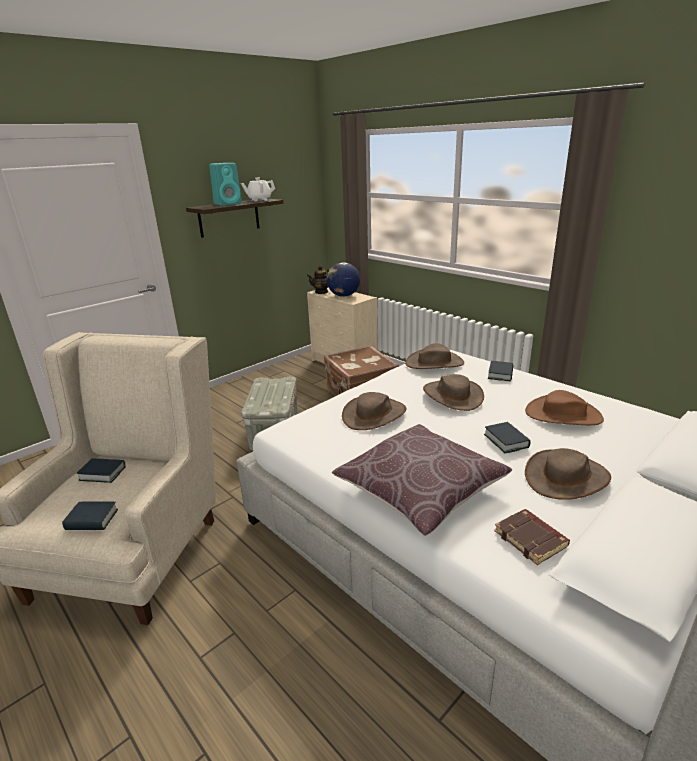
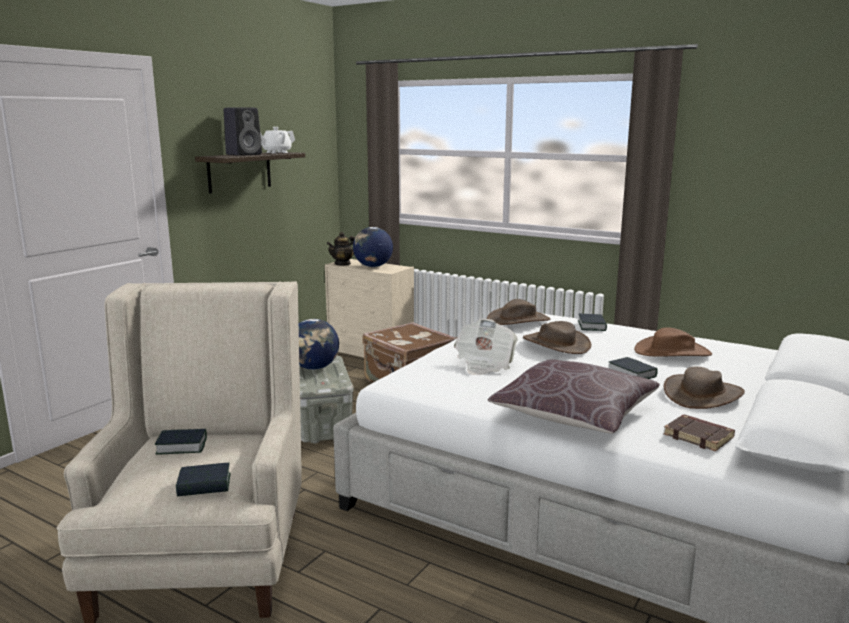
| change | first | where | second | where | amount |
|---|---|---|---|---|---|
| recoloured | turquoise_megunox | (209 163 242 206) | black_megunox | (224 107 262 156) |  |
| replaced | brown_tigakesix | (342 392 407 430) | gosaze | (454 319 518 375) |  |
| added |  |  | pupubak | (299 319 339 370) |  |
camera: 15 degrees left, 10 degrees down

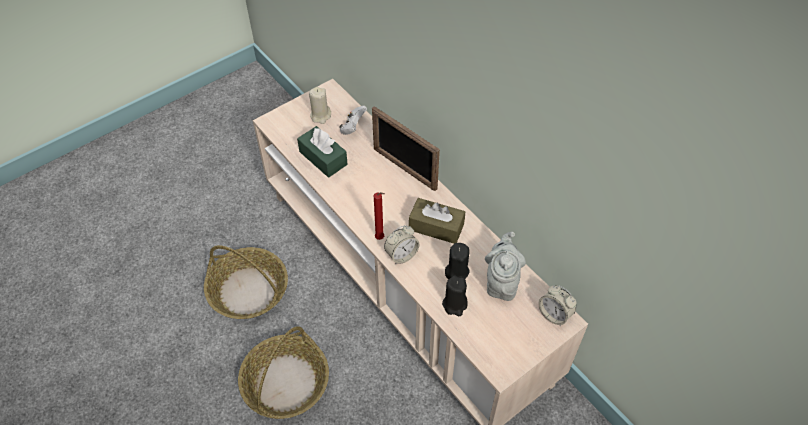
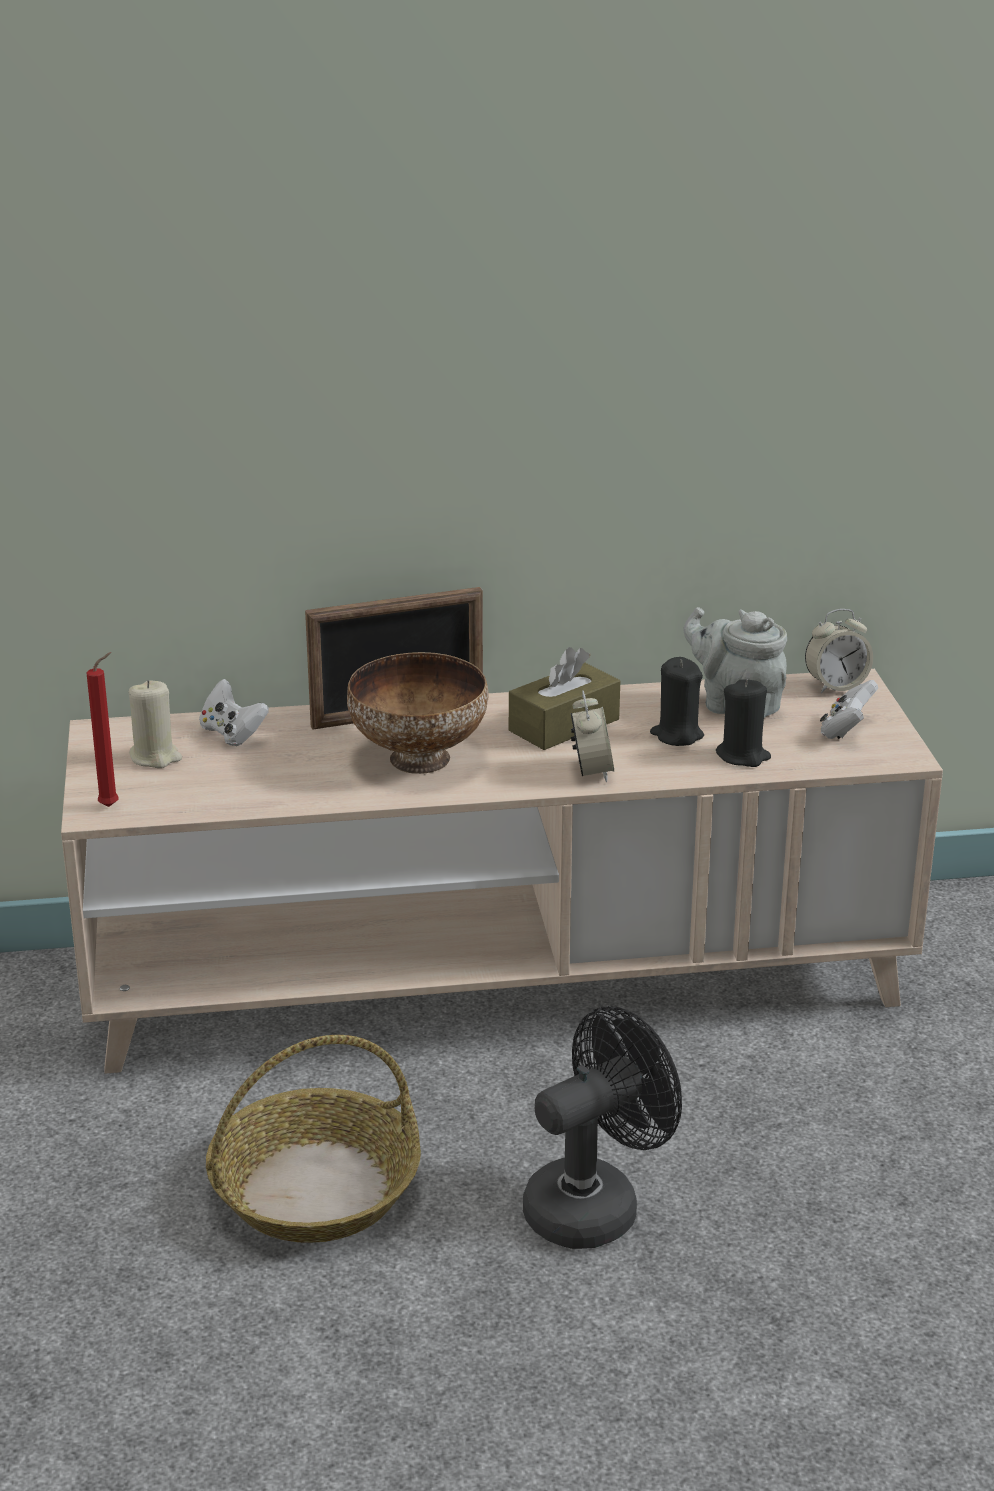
| change | first | where | second | where | amount |
|---|---|---|---|---|---|
| replaced | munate | (238 326 329 419) | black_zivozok | (523 1006 682 1249) |  |
| removed | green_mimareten | (297 126 348 178) |  |  |  |
| moved | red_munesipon | (374 192 385 240) |  | (87 652 118 807) |  |
| added |  |  | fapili | (347 652 489 774) |  |
| added |  |  | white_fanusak | (820 680 878 739) |  |
camera: 60 degrees left, 25 degrees down

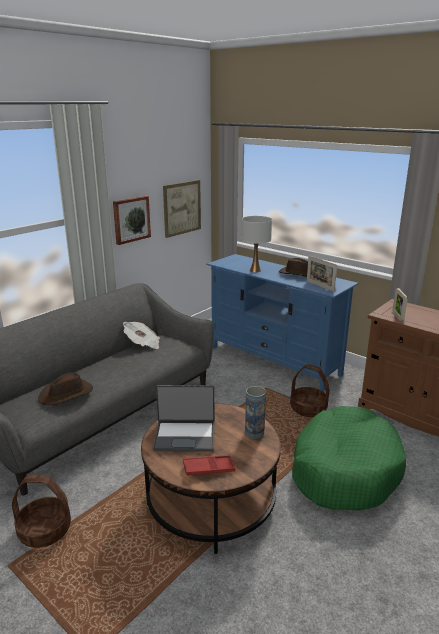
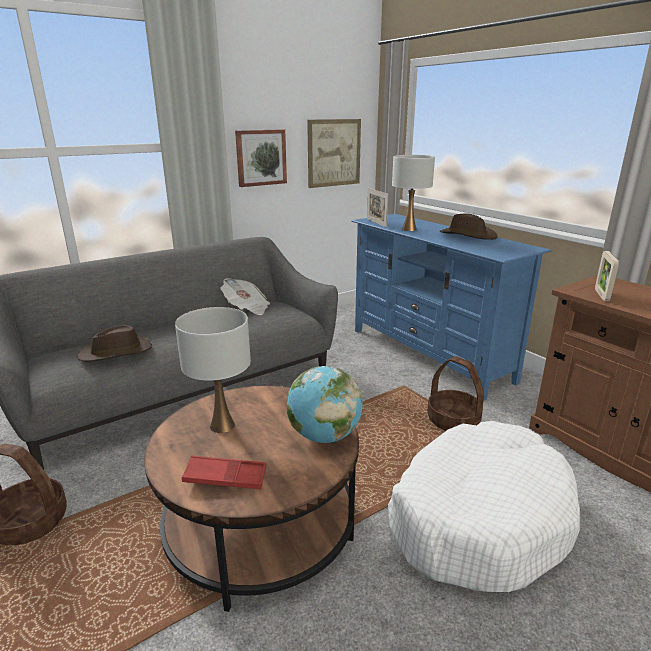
| change | first | where | second | where | amount |
|---|---|---|---|---|---|
| replaced | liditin | (153 385 215 452) | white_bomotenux | (175 307 251 433) |  |
| replaced | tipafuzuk | (245 386 266 439) | pupubak | (287 366 363 443) |  |
| recoloured | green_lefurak | (292 406 406 510) | white_lefurak | (388 421 580 592) |  |
| moved | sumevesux | (307 256 337 292) |  | (367 188 388 228) |  |
camera: 15 degrees right, 0 degrees up

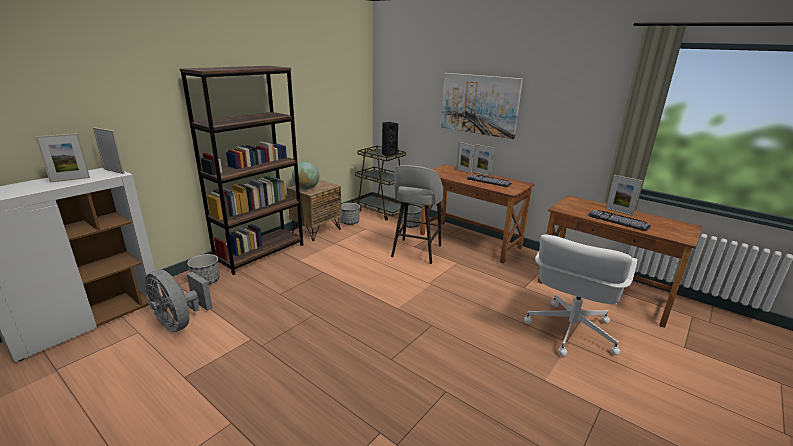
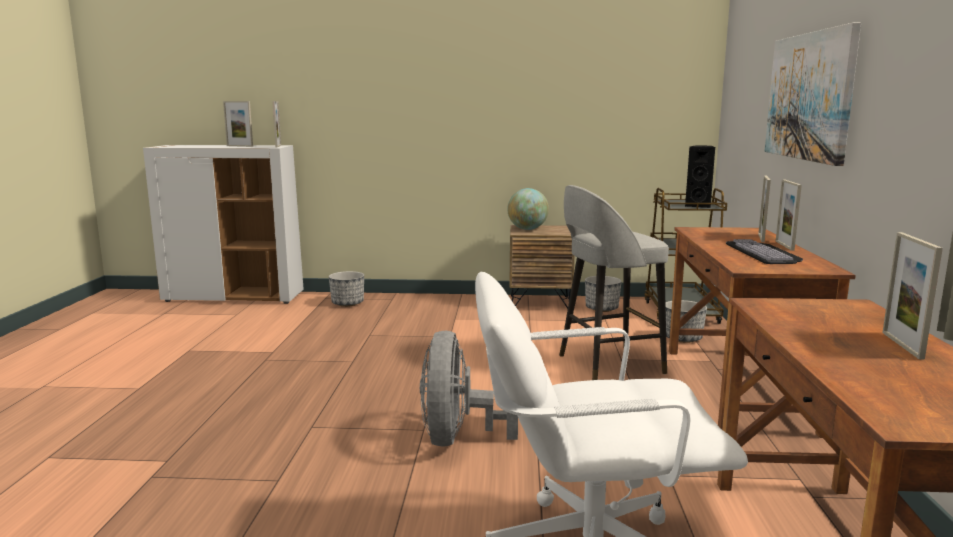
| change | first | where | second | where | amount |
|---|---|---|---|---|---|
| moved | grey_zivozok | (145 270 213 332) |  | (420 330 518 447) |  |
| removed | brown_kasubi | (180 66 303 275) |  |  |  |
| removed | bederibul | (588 210 651 231) |  |  |  |
camera: 55 degrees right, 10 degrees down

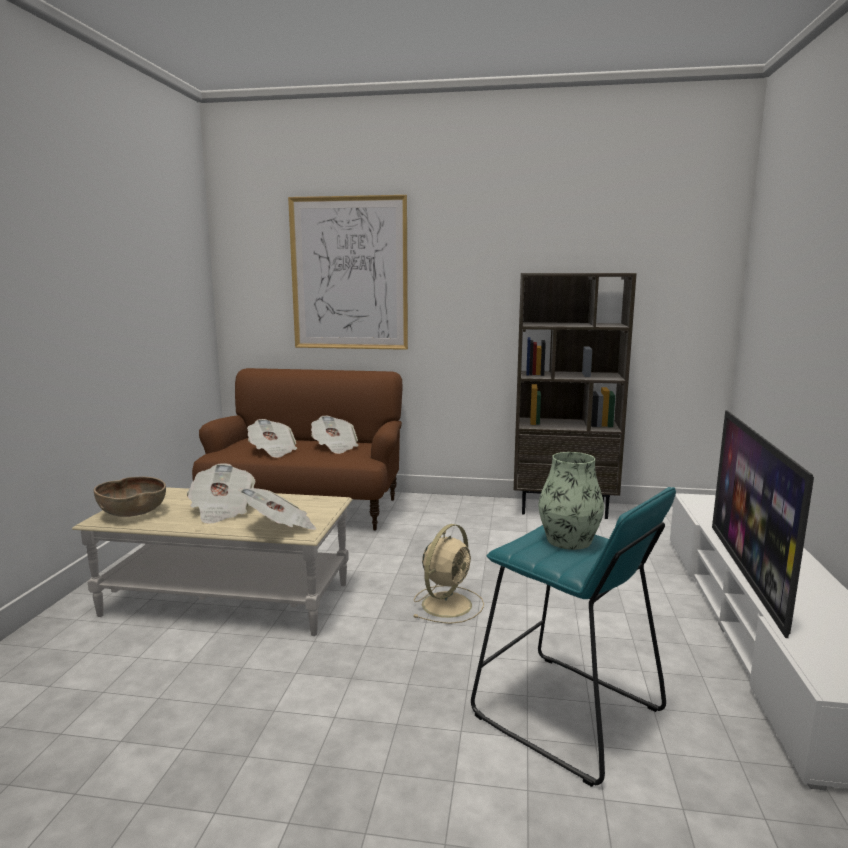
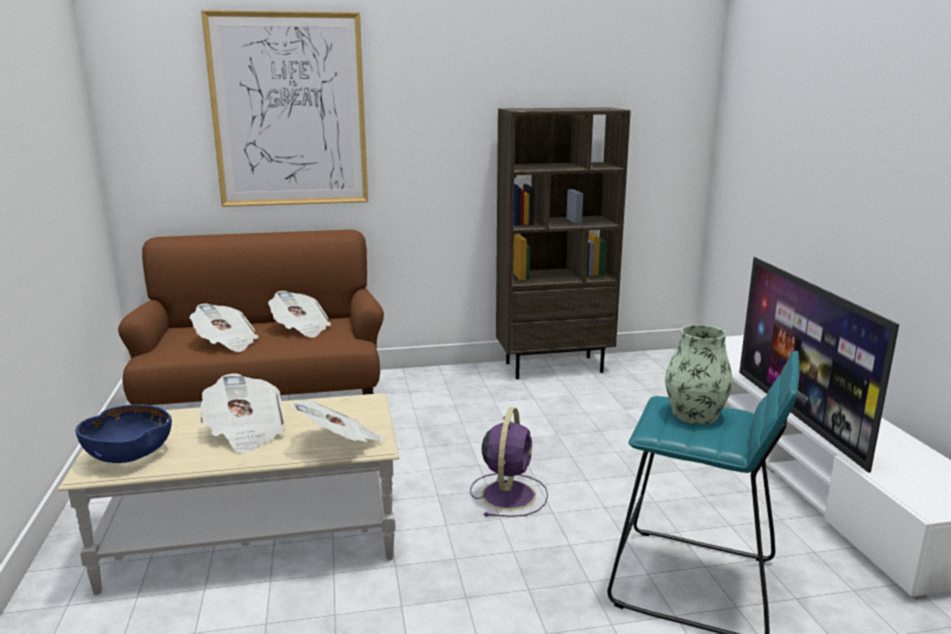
| change | first | where | second | where | amount |
|---|---|---|---|---|---|
| recoloured | brown_fapili | (94 477 166 517) | blue_fapili | (75 404 172 463) |  |
| recoloured | beige_zivozok | (414 524 484 624) | purple_zivozok | (470 407 548 517) |  |
camera: 20 degrees left, 5 degrees up

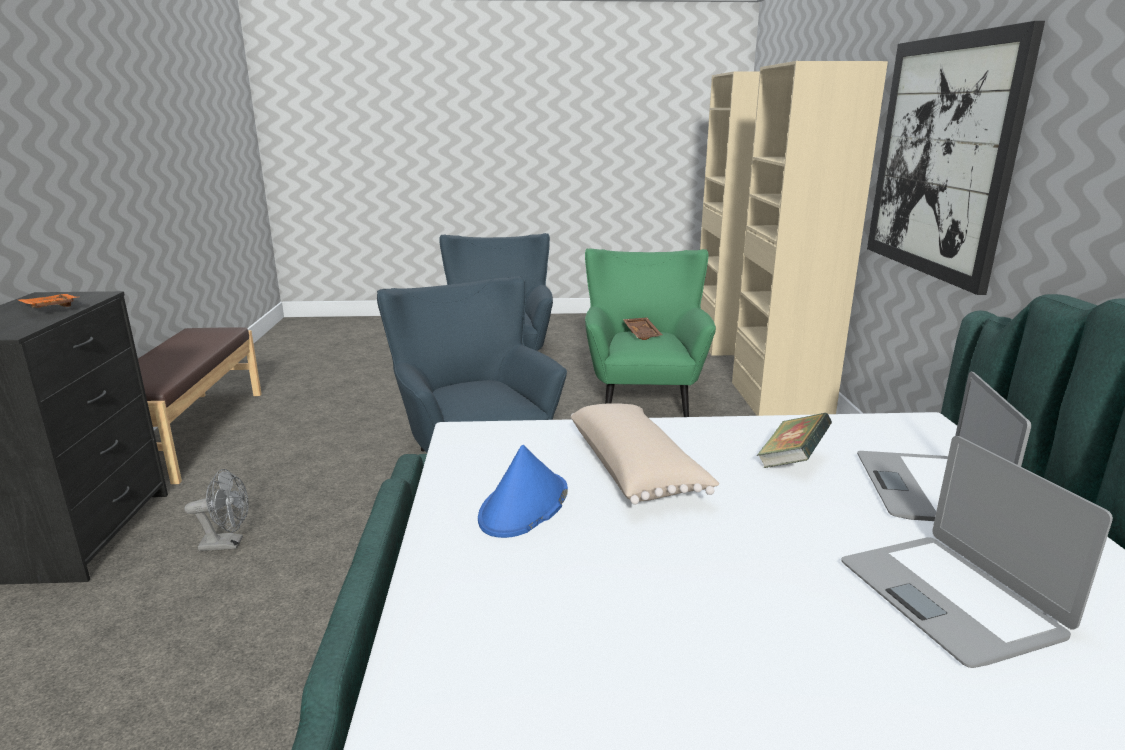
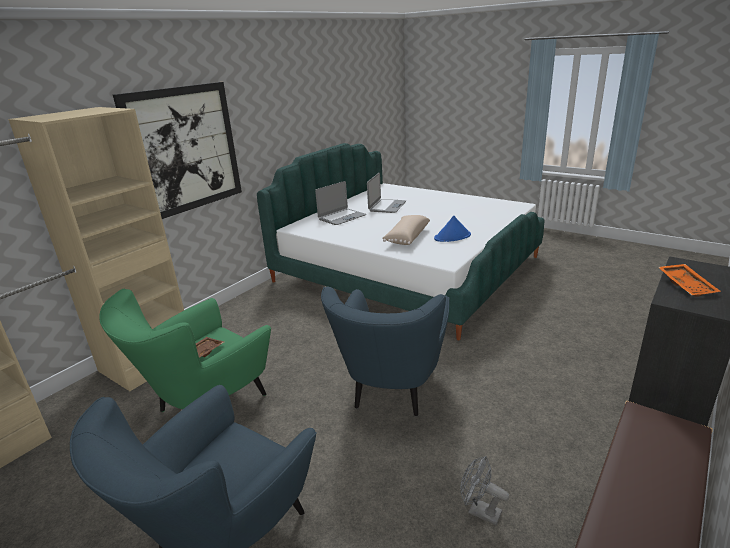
| change | first | where | second | where | amount |
|---|---|---|---|---|---|
| moved | grey_zivozok | (184 469 249 551) |  | (460 456 509 526) |  |
| removed | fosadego | (757 413 832 468) |  |  |  |
camera: 140 degrees left, 5 degrees up

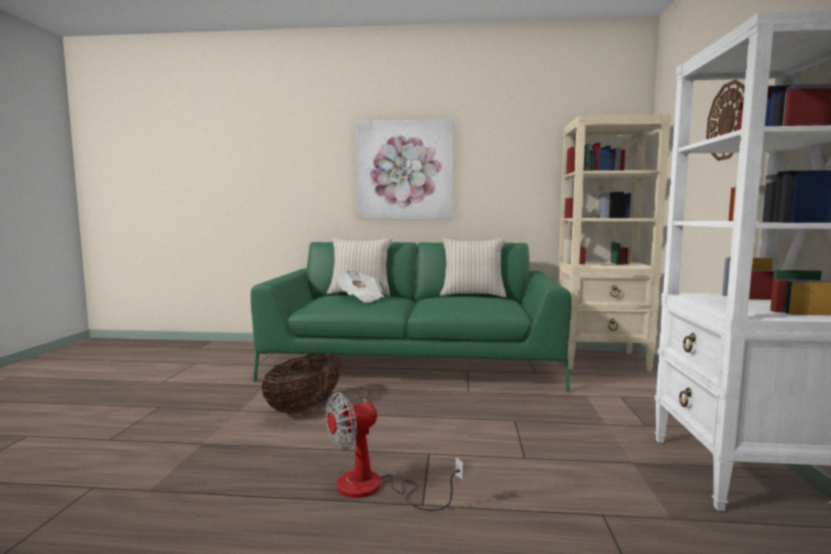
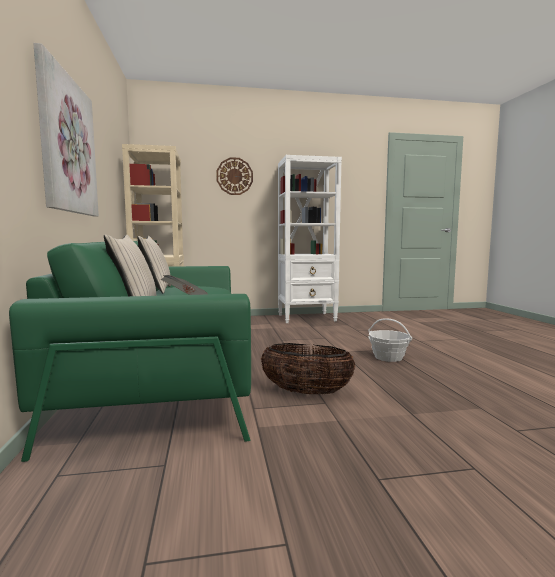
| change | first | where | second | where | amount |
|---|---|---|---|---|---|
| replaced | zivozok | (325 392 463 511) | munate | (368 318 412 362) |  |
camera: 105 degrees left, 0 degrees up

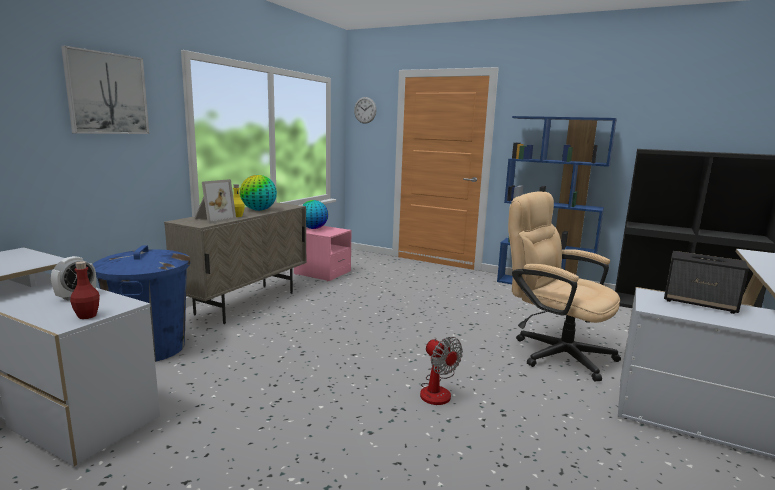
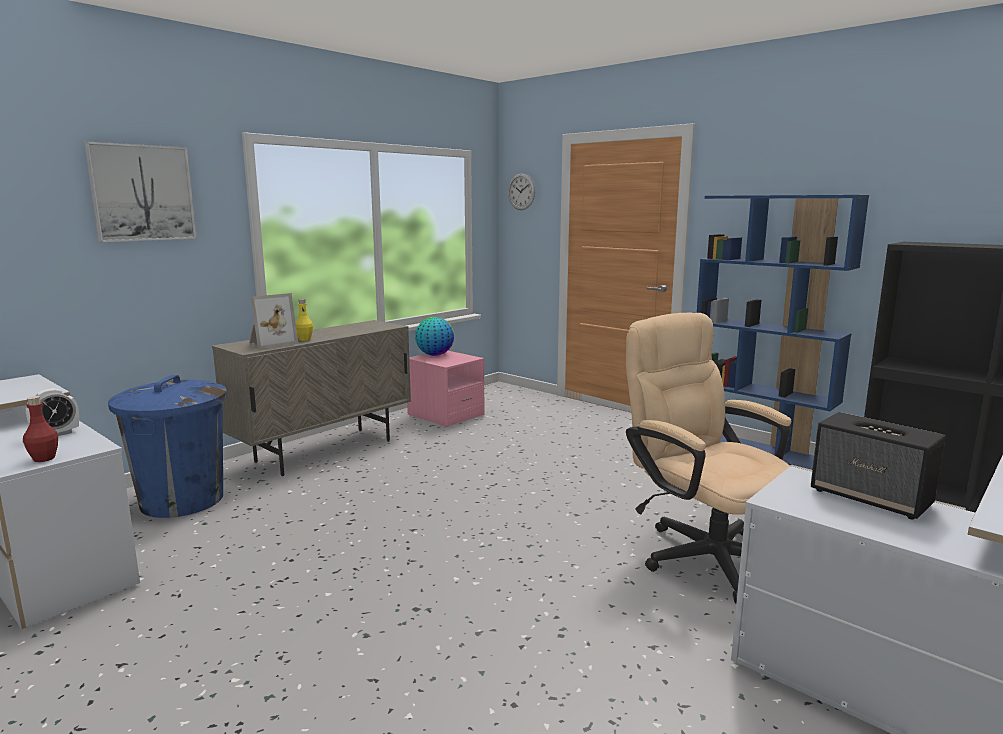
| change | first | where | second | where | amount |
|---|---|---|---|---|---|
| removed | pupubak | (240 175 277 211) |  |  |  |
| removed | zivozok | (420 337 463 405) |  |  |  |
camera: 15 degrees right, 0 degrees up

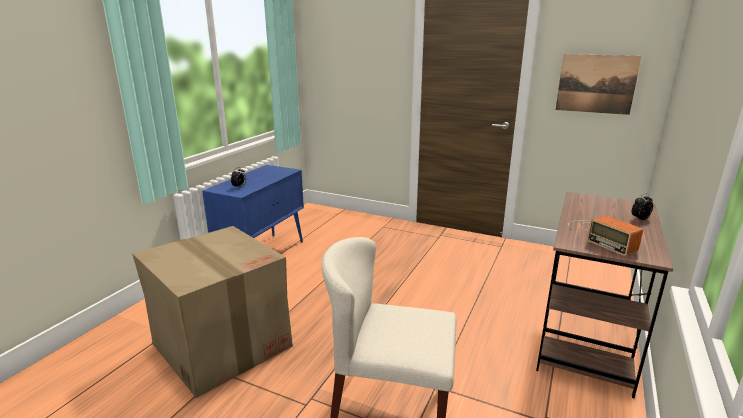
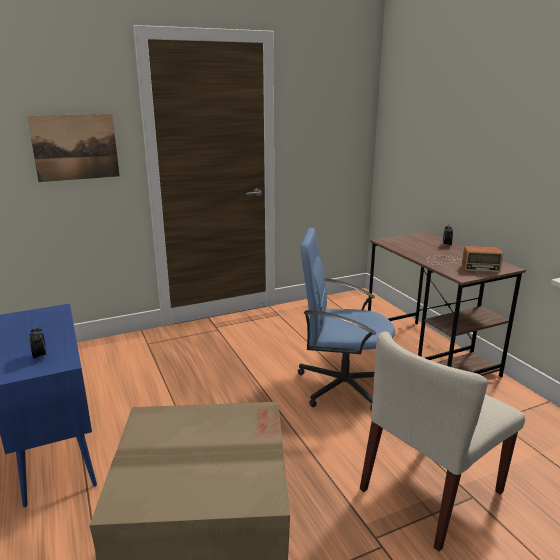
| change | first | where | second | where | amount |
|---|---|---|---|---|---|
| moved | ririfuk | (556 54 641 115) |  | (27 114 120 182) |  |
| added |  |  | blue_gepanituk | (298 228 395 411) |  |
camera: 50 degrees left, 0 degrees up

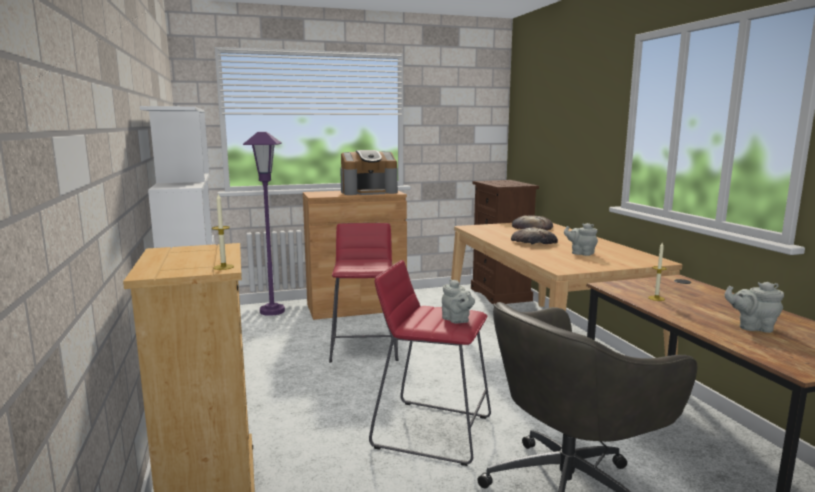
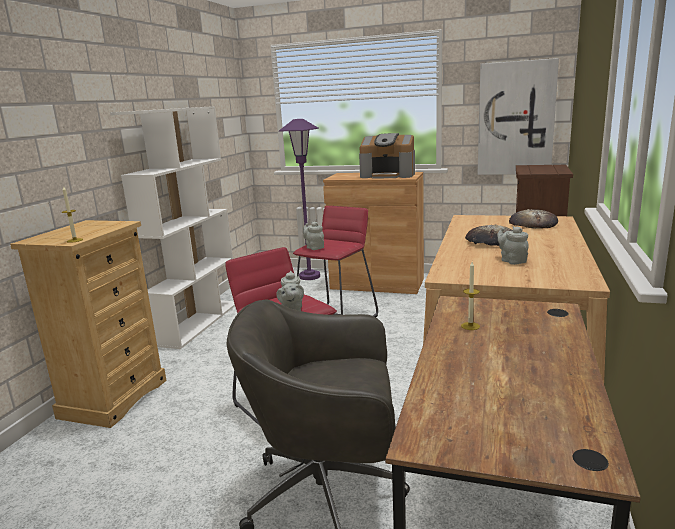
| change | first | where | second | where | amount |
|---|---|---|---|---|---|
| moved | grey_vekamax | (725 282 784 333) |  | (303 222 324 250) |  |
| added |  |  | ririfuk | (478 58 559 175) |  |
camera: 35 degrees right, 5 degrees up

